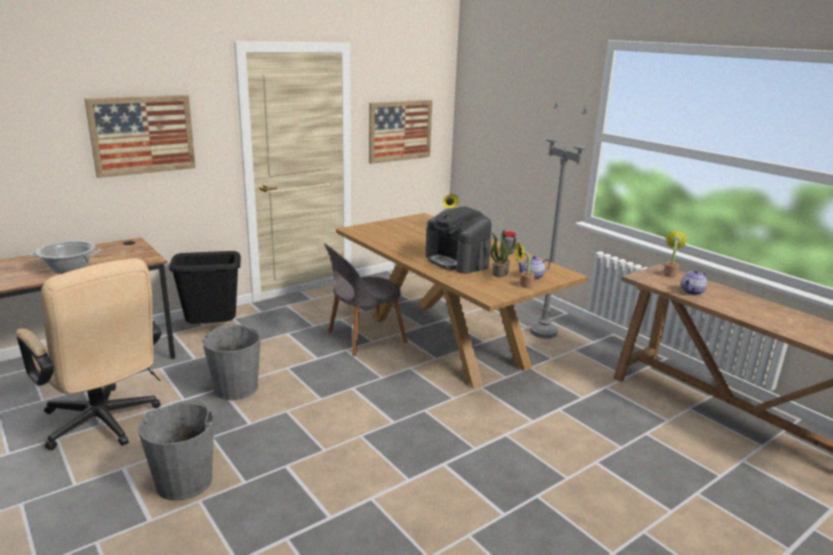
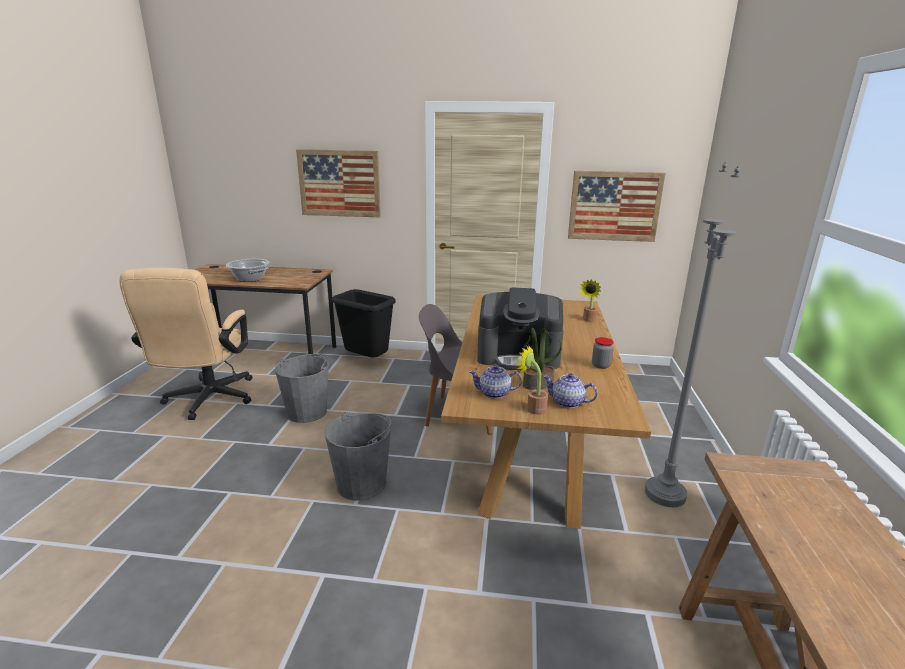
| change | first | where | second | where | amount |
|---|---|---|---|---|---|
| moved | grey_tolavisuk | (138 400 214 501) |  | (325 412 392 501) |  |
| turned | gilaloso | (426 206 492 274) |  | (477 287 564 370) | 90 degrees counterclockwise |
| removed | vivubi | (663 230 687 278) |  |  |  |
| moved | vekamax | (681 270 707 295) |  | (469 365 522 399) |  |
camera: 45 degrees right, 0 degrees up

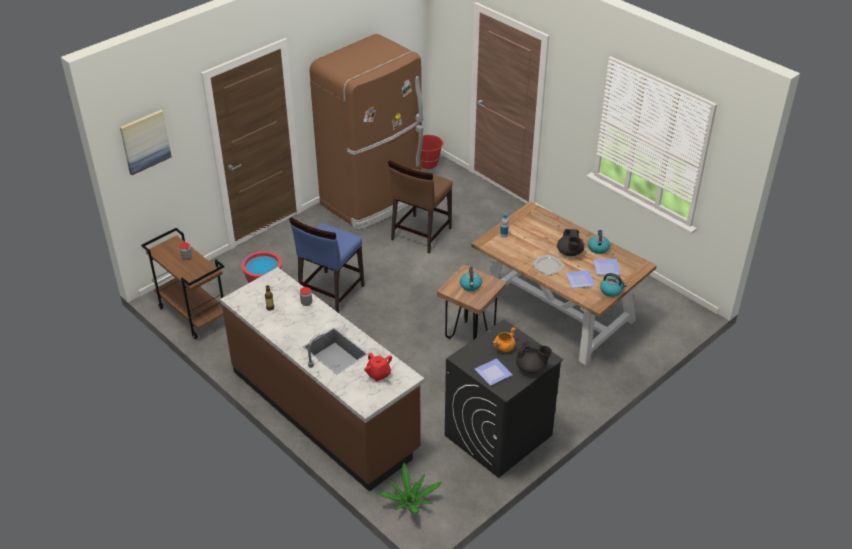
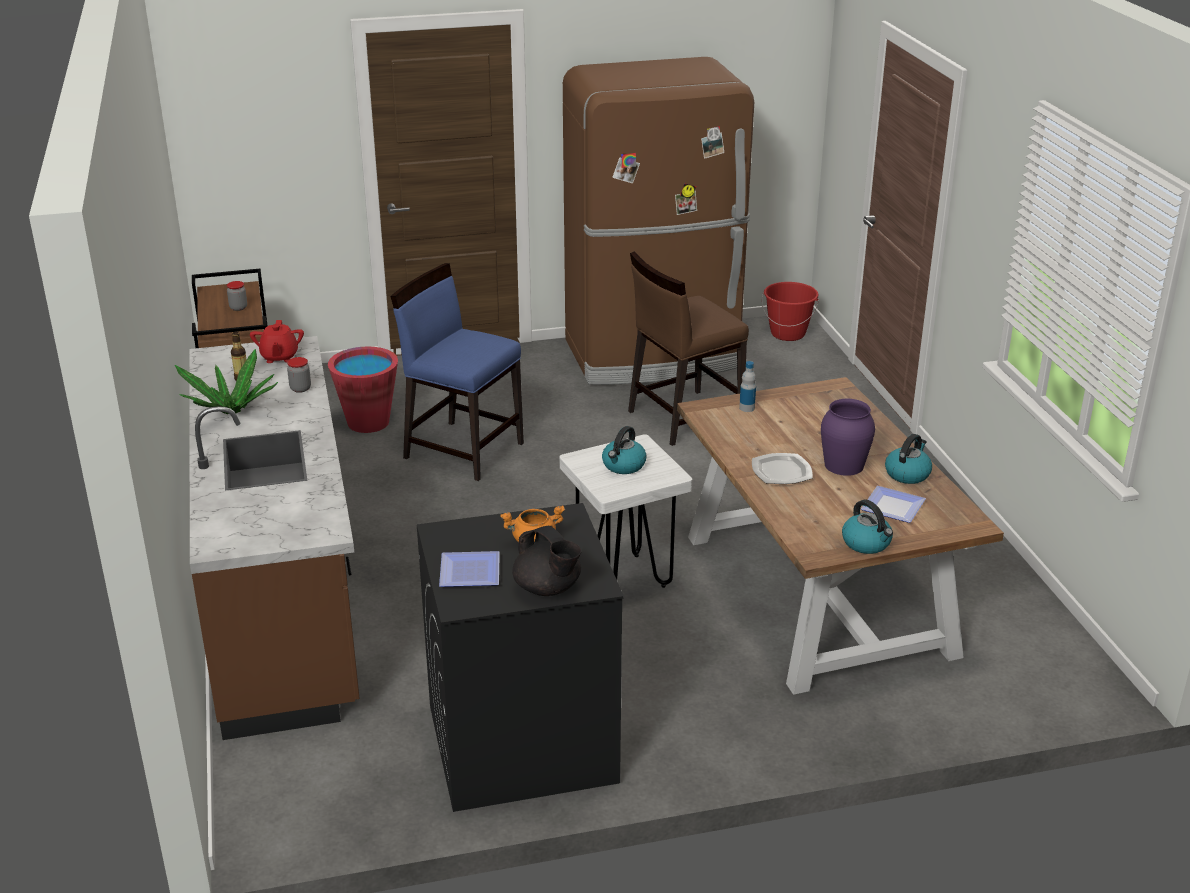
| change | first | where | second | where | amount |
|---|---|---|---|---|---|
| removed | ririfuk | (120 110 172 175) |  |  |  |
| turned | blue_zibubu | (289 217 365 313) |  | (390 263 524 481) | 60 degrees clockwise |
| moved | red_vekamax | (364 352 392 382) |  | (250 320 304 363) |  |
| moved | vivubi | (378 462 442 514) |  | (175 349 278 414) |  |
| recoloured | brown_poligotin | (437 264 506 340) | white_poligotin | (560 435 693 588) |  |
| replaced | black_vekamax | (557 229 584 256) | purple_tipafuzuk | (821 399 875 476) |  |
| removed | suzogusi | (566 270 595 288) |  |  |  |
camera: 30 degrees right, 10 degrees down

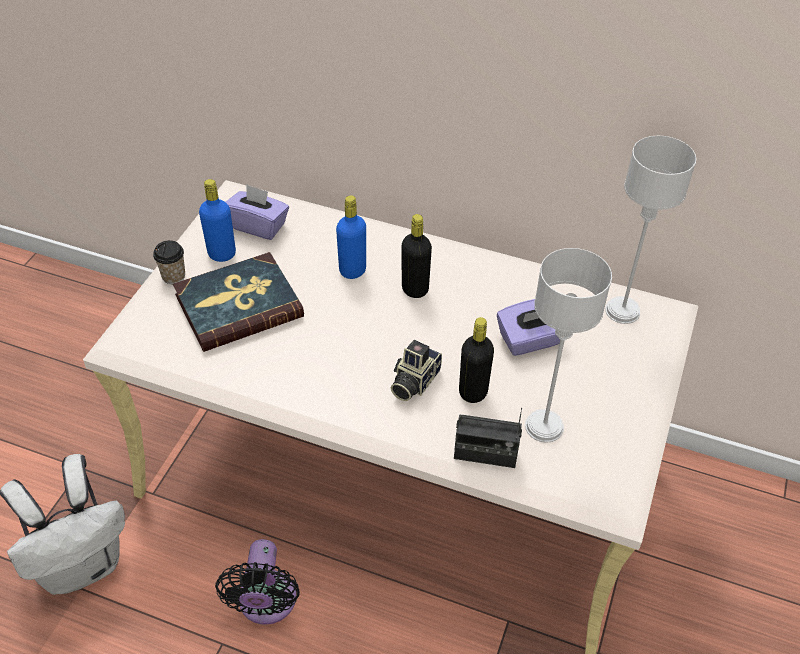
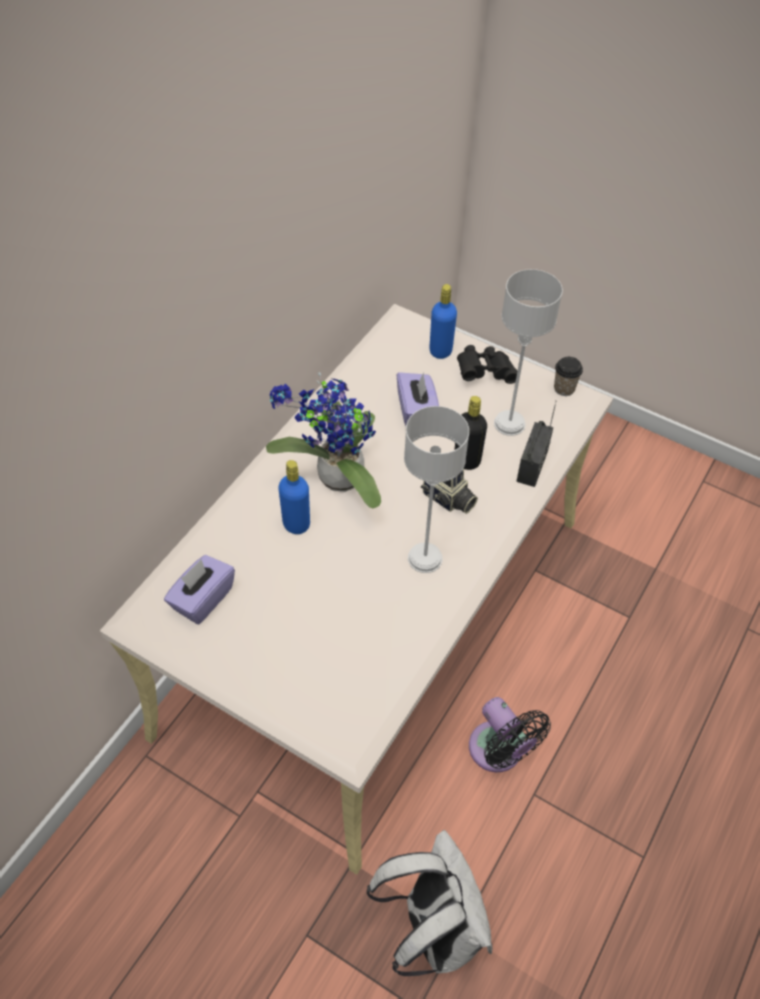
| change | first | where | second | where | amount |
|---|---|---|---|---|---|
| moved | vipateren | (153 240 185 284) |  | (554 357 583 396) |  |
| removed | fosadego | (173 252 304 352) |  |  |  |
| moved | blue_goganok | (199 179 236 262) |  | (429 284 457 359) |  |
| turned | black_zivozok | (215 539 300 625) |  | (469 697 551 773) | 45 degrees clockwise |
| replaced | black_goganok | (402 214 432 298) | vivubi | (266 372 381 508) |  |
| moved | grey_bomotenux | (605 136 696 324) |  | (404 406 469 573) |  |
| added |  |  | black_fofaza | (457 345 517 384) |  |
camera: 80 degrees left, 5 degrees up

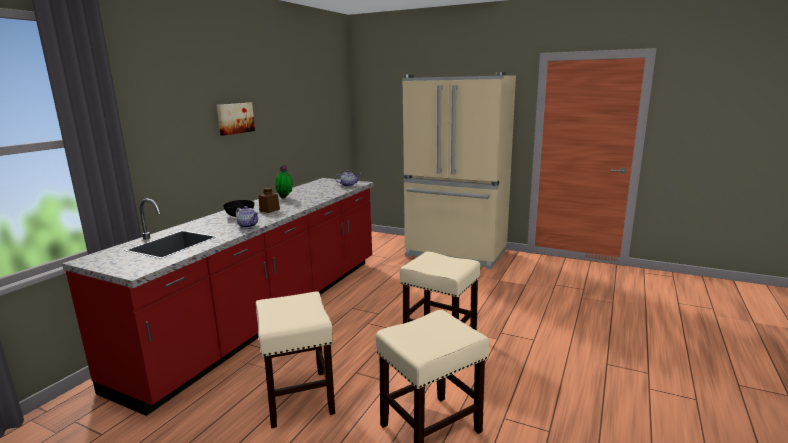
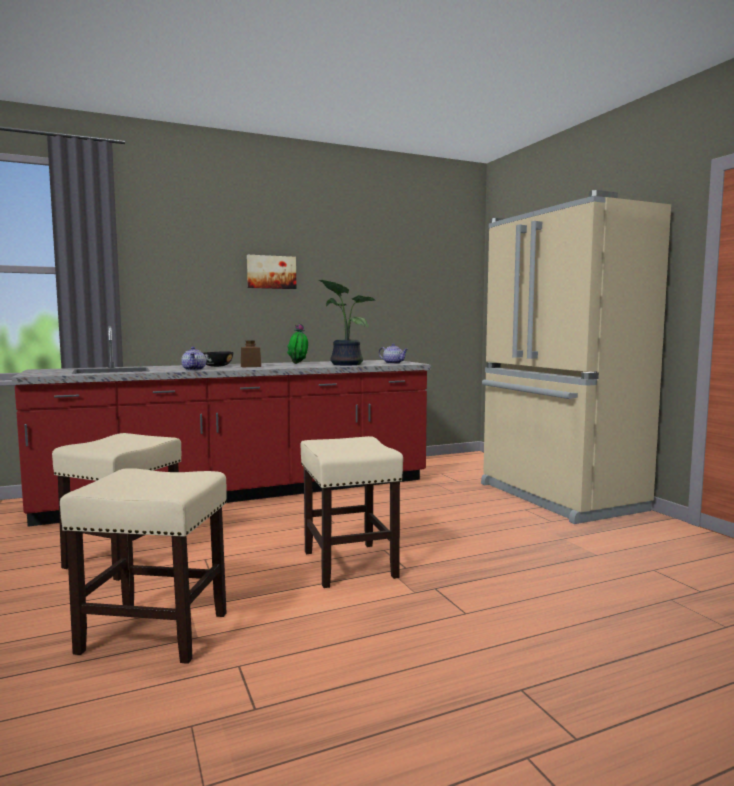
| change | first | where | second | where | amount |
|---|---|---|---|---|---|
| added |  |  | vivubi | (319 280 376 366) |  |
camera: 40 degrees right, 10 degrees down

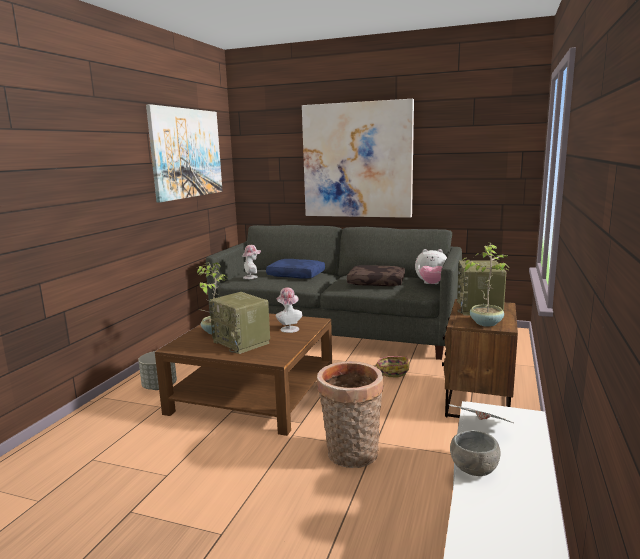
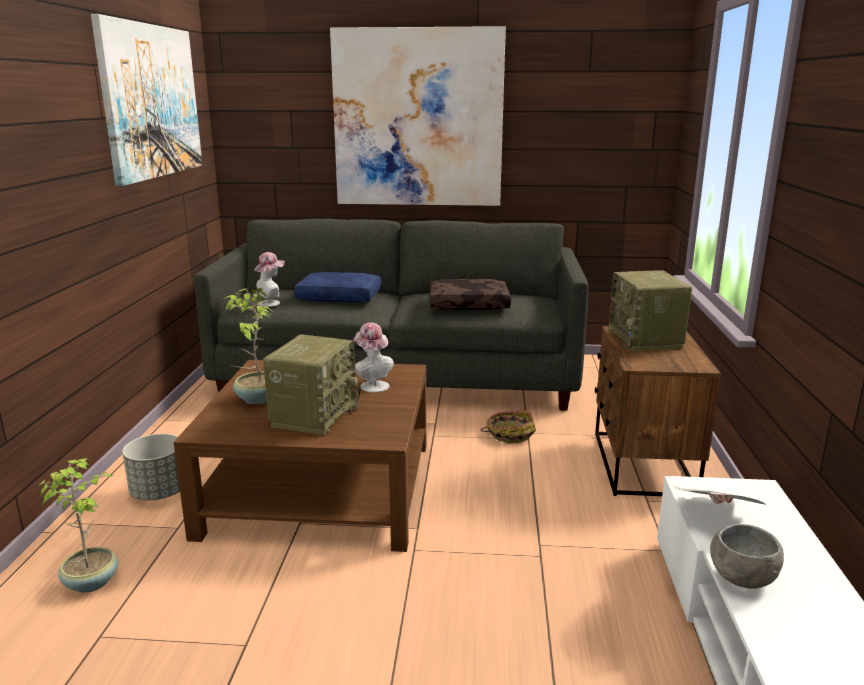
| change | first | where | second | where | amount |
|---|---|---|---|---|---|
| turned | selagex | (209 292 270 354) |  | (263 335 360 435) | 105 degrees counterclockwise |
| removed | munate | (317 361 383 468) |  |  |  |
| removed | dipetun | (415 249 447 284) |  |  |  |
| moved | vivubi | (463 244 510 327) |  | (38 458 118 593) |  |
camera: 15 degrees left, 5 degrees up

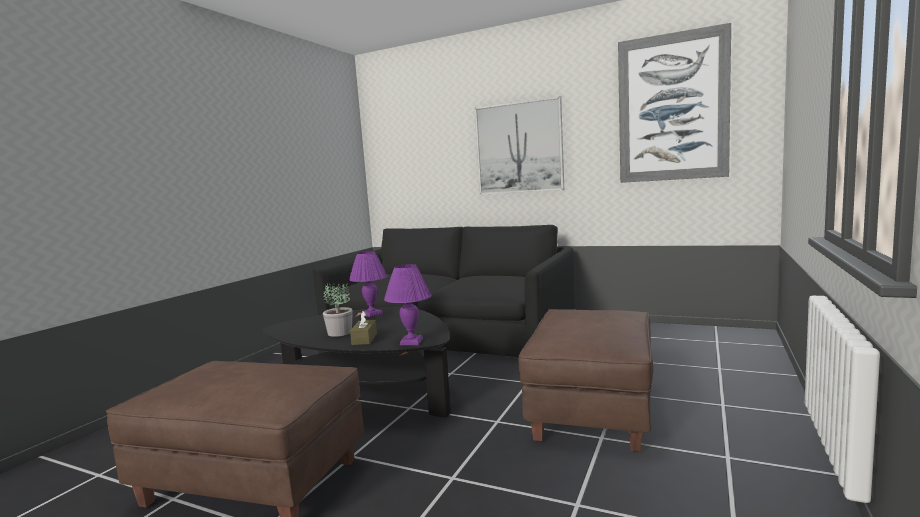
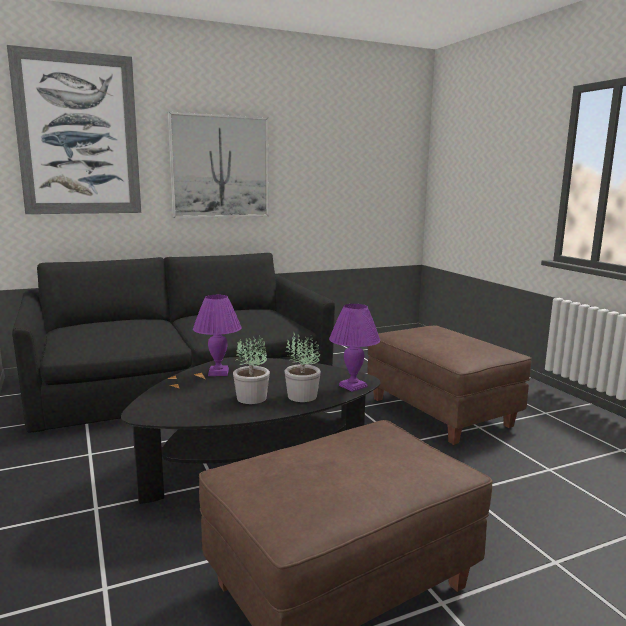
| change | first | where | second | where | amount |
|---|---|---|---|---|---|
| replaced | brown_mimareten | (350 311 377 345) | vivubi | (284 332 321 402) |  |
| moved | ririfuk | (618 23 731 183) |  | (7 45 141 214) |  |
camera: 50 degrees left, 5 degrees up

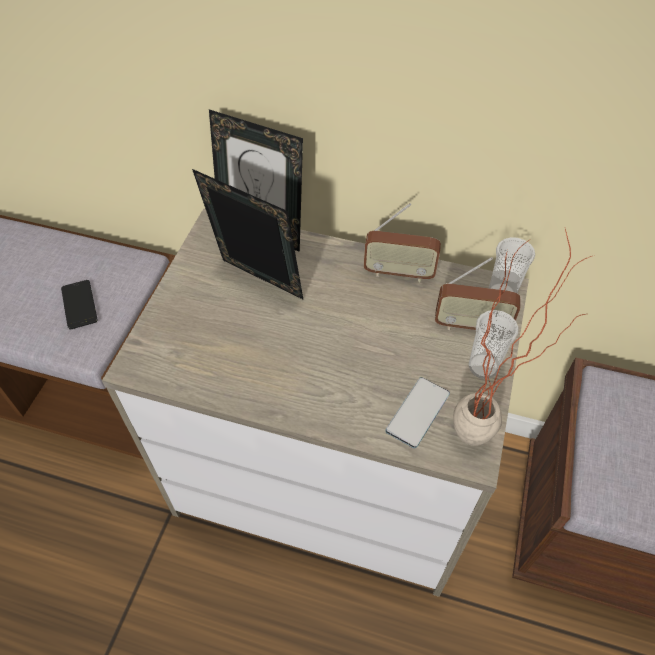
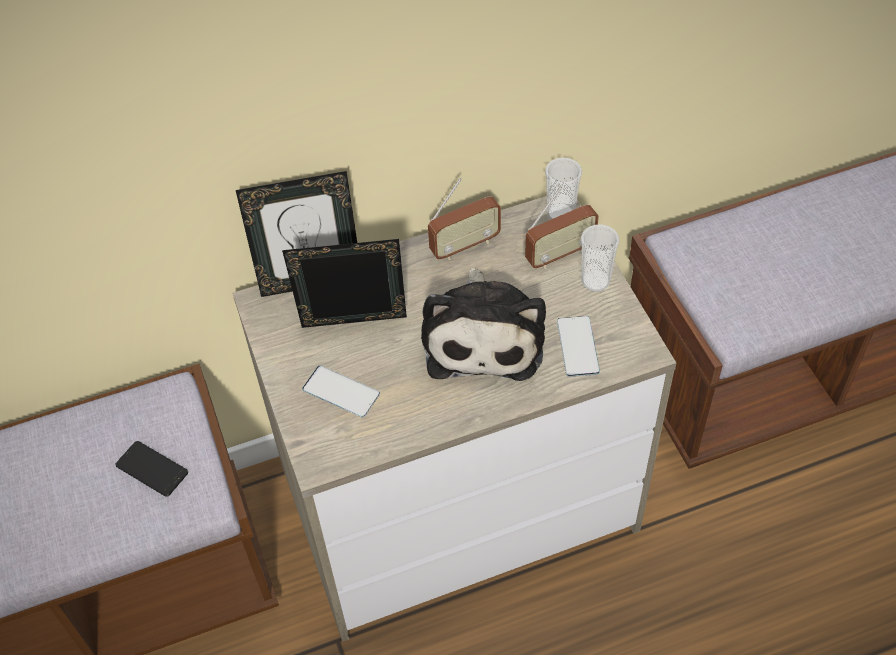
| change | first | where | second | where | amount |
|---|---|---|---|---|---|
| removed | vivubi | (453 229 592 446) |  |  |  |
| added |  |  | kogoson | (302 366 380 417) |  |
| added |  |  | dipetun | (421 268 546 381) |  |
camera: 35 degrees left, 0 degrees up

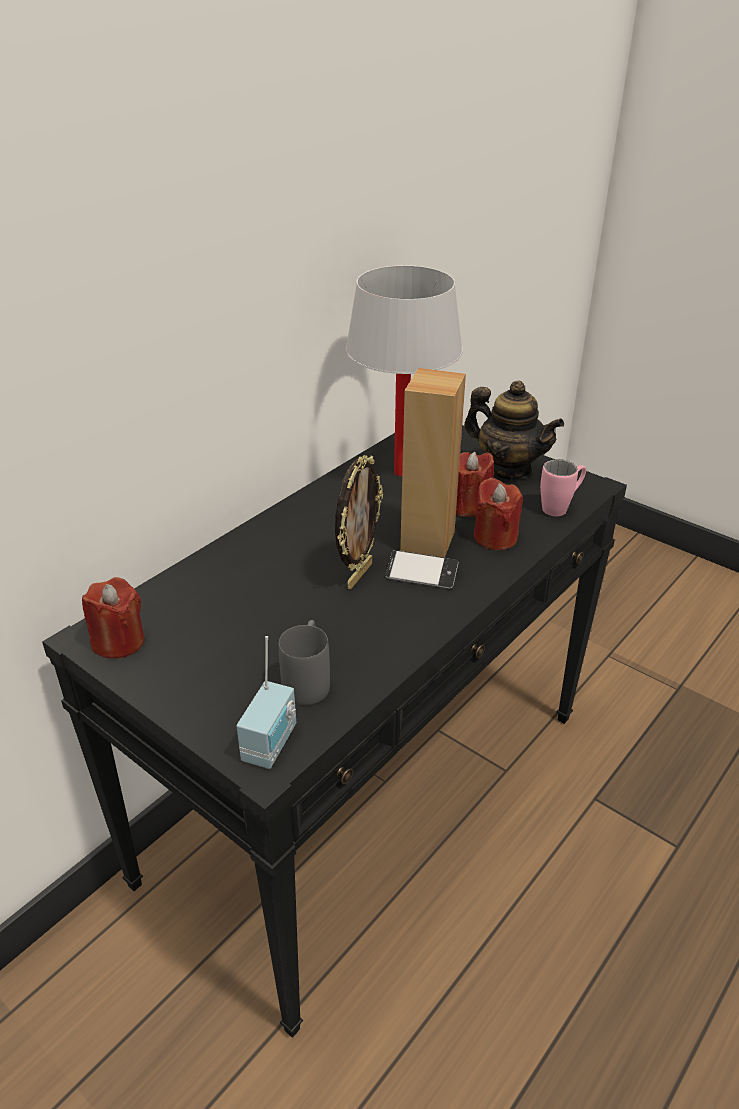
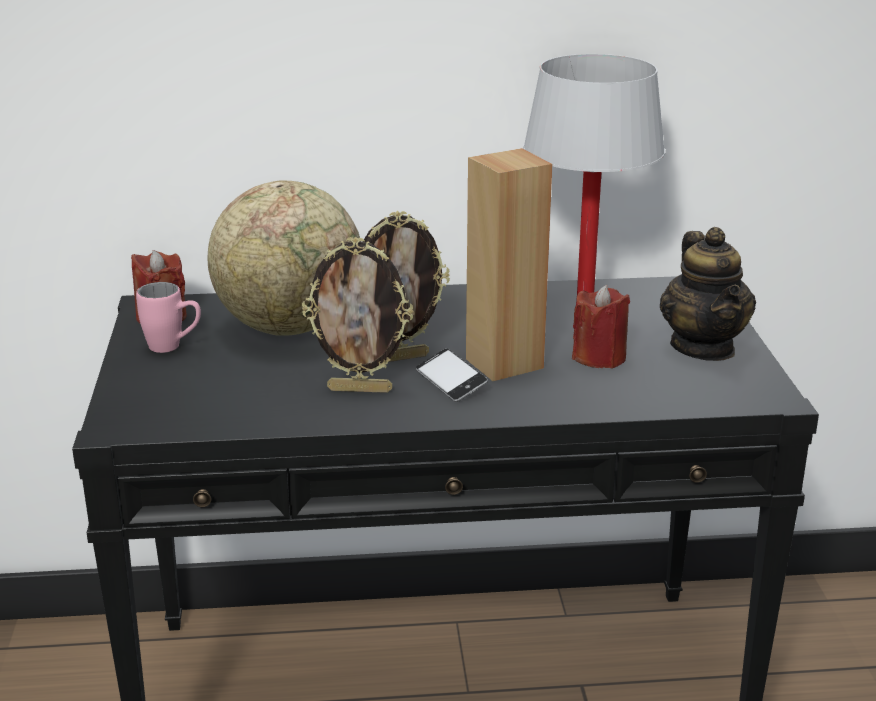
| change | first | where | second | where | amount |
|---|---|---|---|---|---|
| removed | selagex | (236 636 296 769) |  |  |  |
| removed | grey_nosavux | (278 620 330 705) |  |  |  |
| removed | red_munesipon | (474 478 523 550) |  |  |  |
| moved | pink_nosavux | (540 459 586 516) |  | (136 282 201 353) |  |
| added |  |  | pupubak | (208 180 360 336) |  |
| added |  |  | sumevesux | (302 237 414 393) |  |
camera: 45 degrees right, 10 degrees down

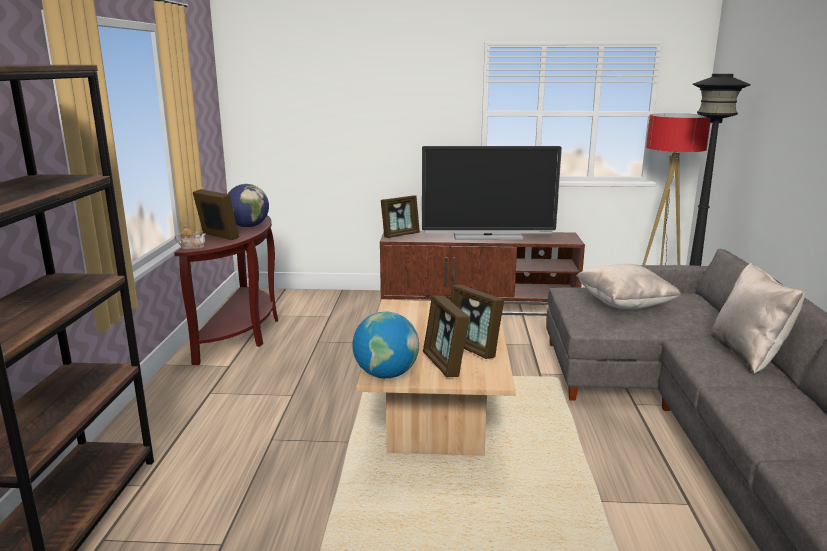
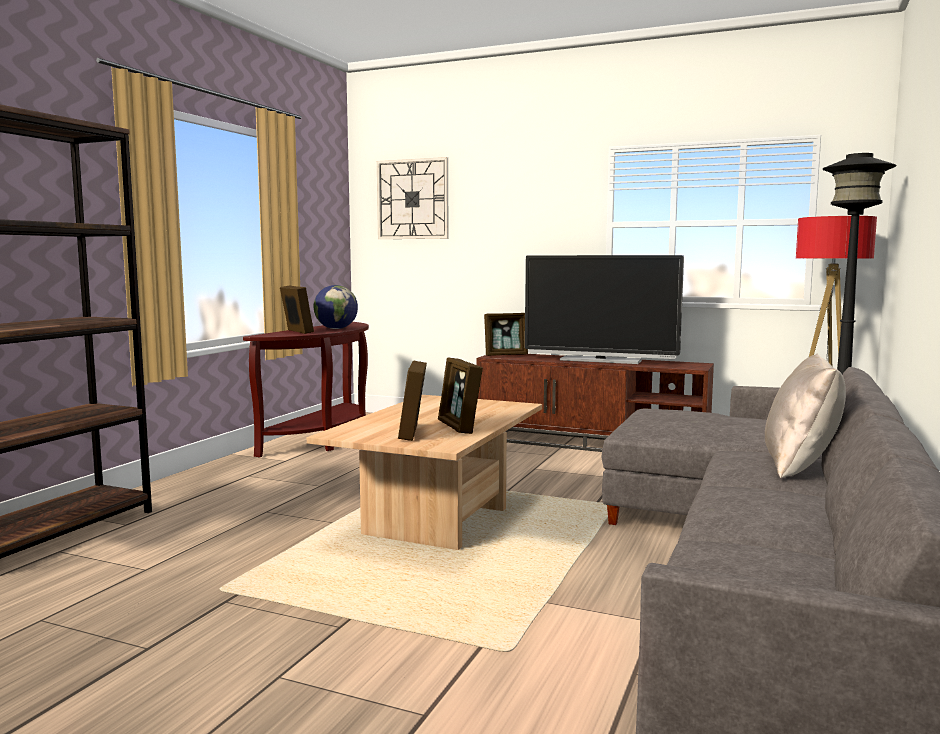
| change | first | where | second | where | amount |
|---|---|---|---|---|---|
| removed | vekamax | (174 225 206 249) |  |  |  |
| removed | pupubak | (352 311 419 378) |  |  |  |
| removed | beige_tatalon | (576 264 681 309) |  |  |  |
| added |  |  | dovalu | (377 157 449 239) |  |
camera: 20 degrees right, 10 degrees down

